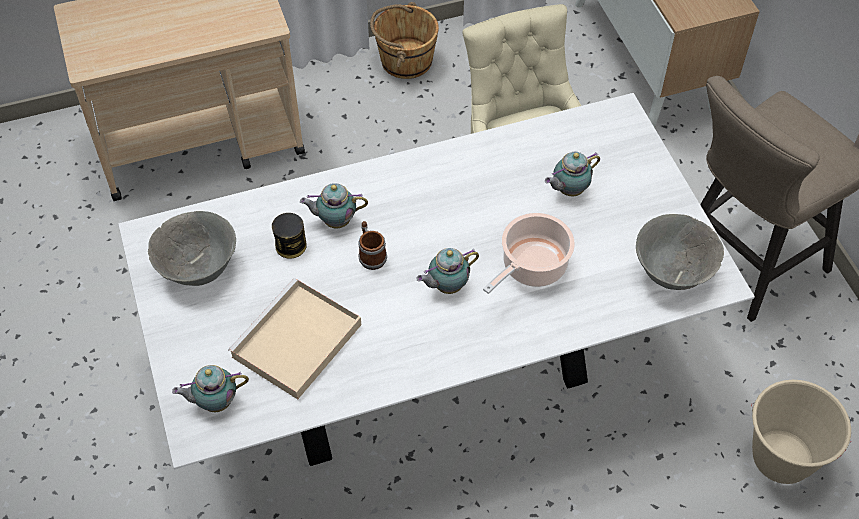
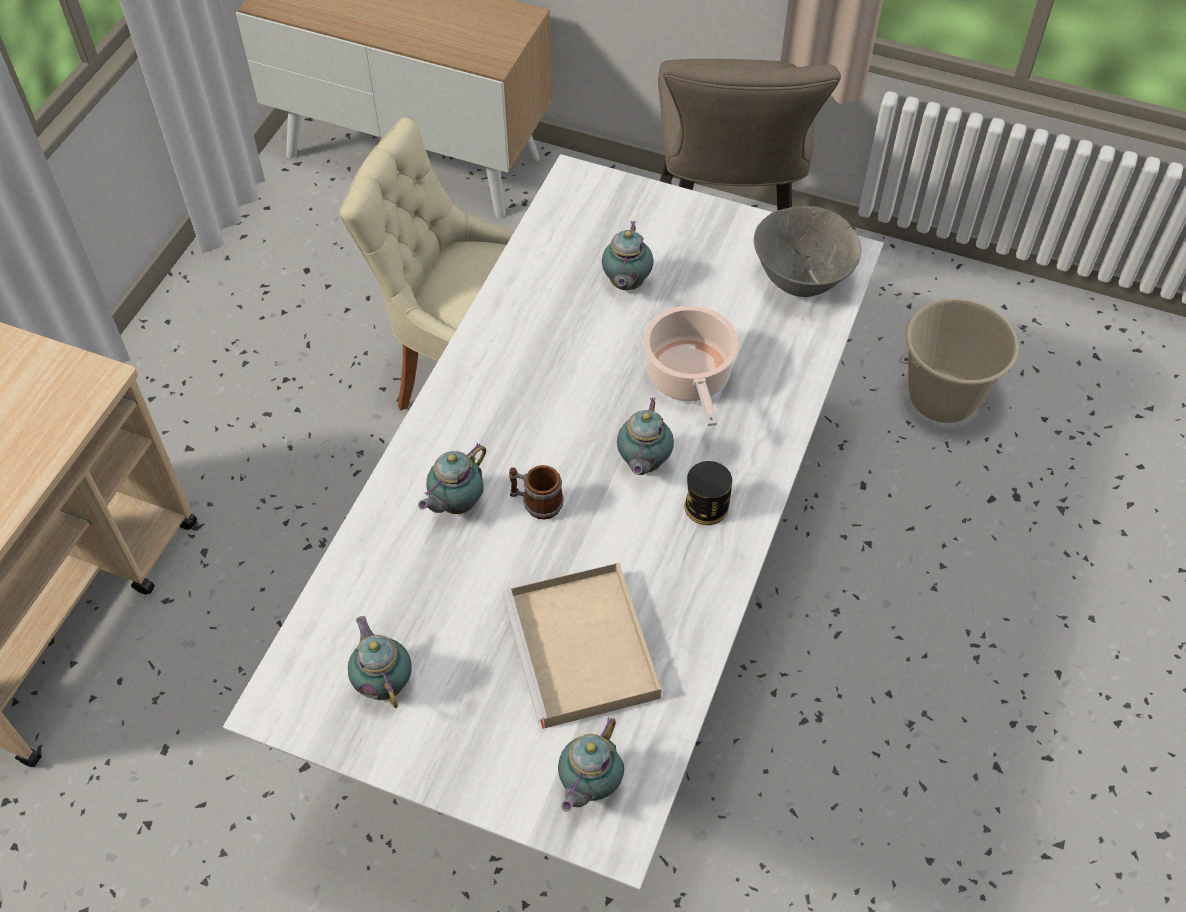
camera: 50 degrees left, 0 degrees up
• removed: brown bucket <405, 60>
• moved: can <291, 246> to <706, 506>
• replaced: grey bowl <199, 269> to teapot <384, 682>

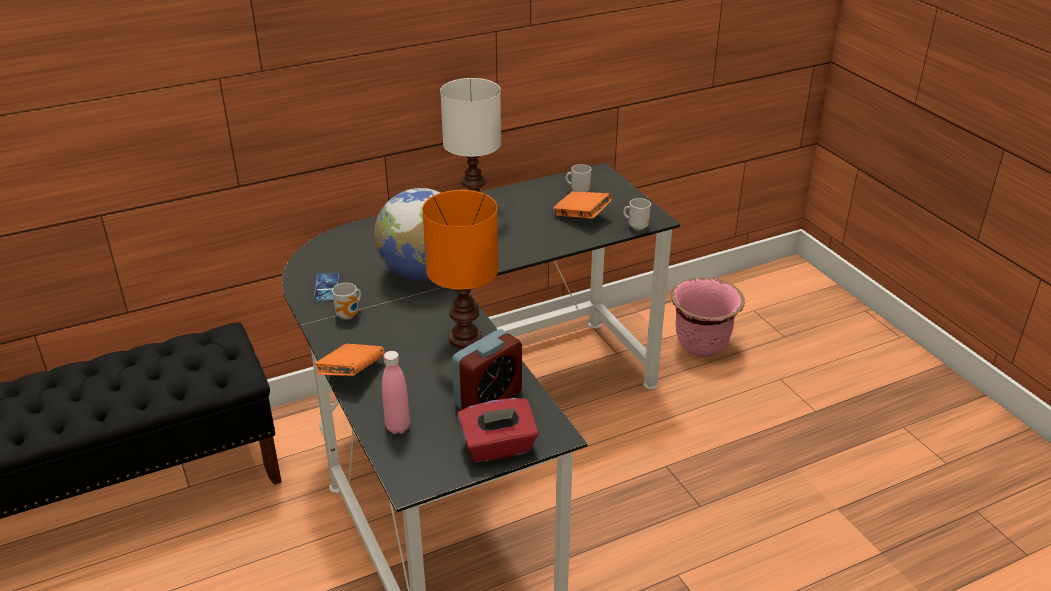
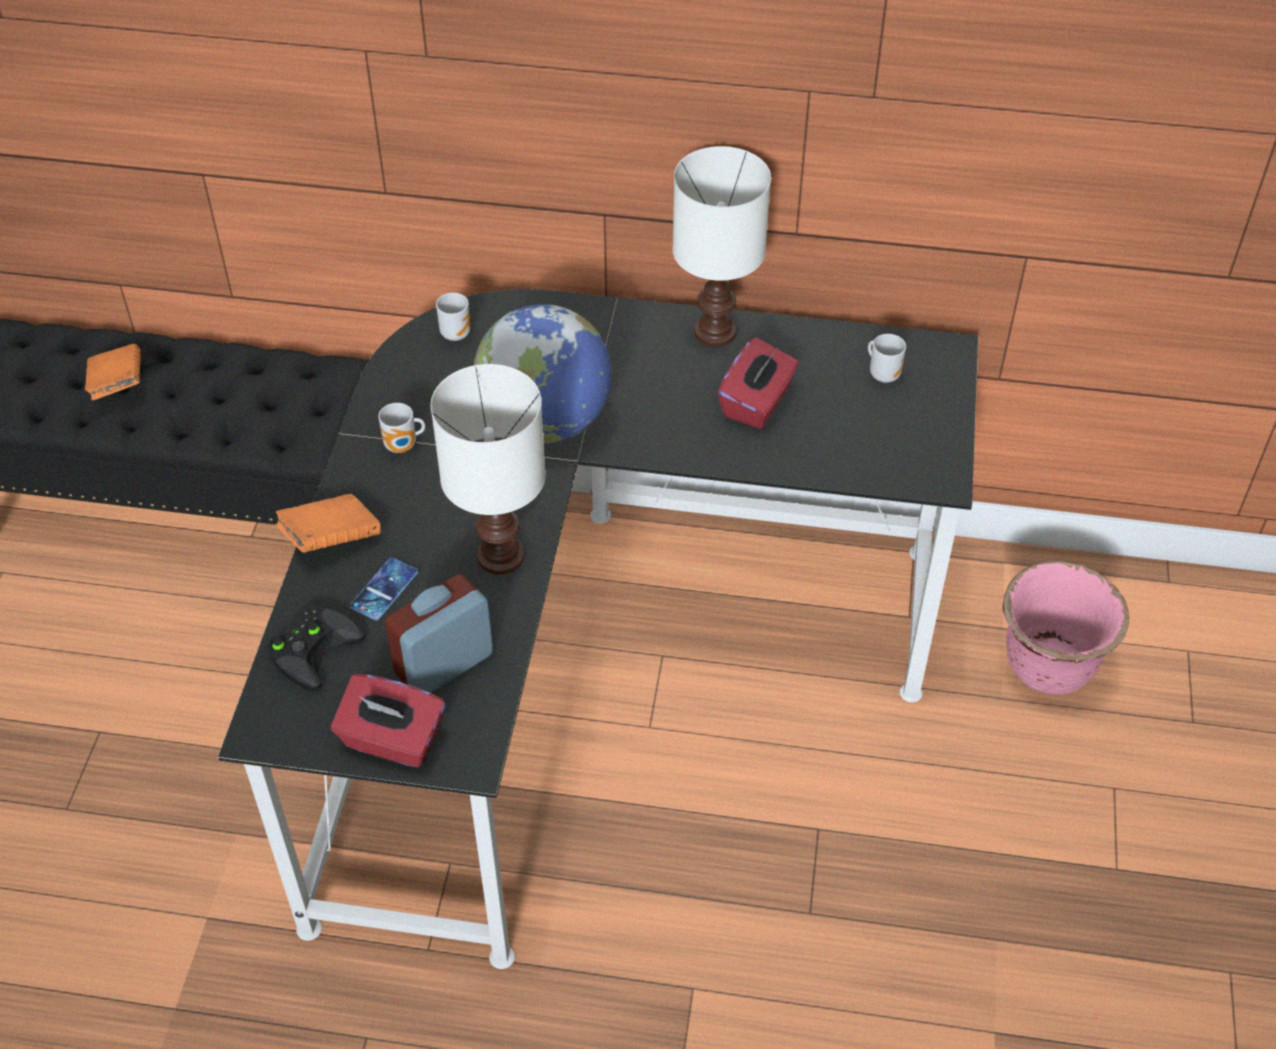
camera: 35 degrees right, 15 degrees up
• added: red tissue box <757, 403>
• moved: phone <326, 287> to <384, 589>
• moved: orange book <582, 216> to <118, 385>
• moved: mug <637, 226> to <455, 333>
• replaced: pink bottle <398, 427> to black game controller <313, 646>
• recoloured: orange table lamp <466, 338> to white table lamp <502, 556>
• turned: alarm clock <488, 399> = <444, 664> 150 degrees clockwise

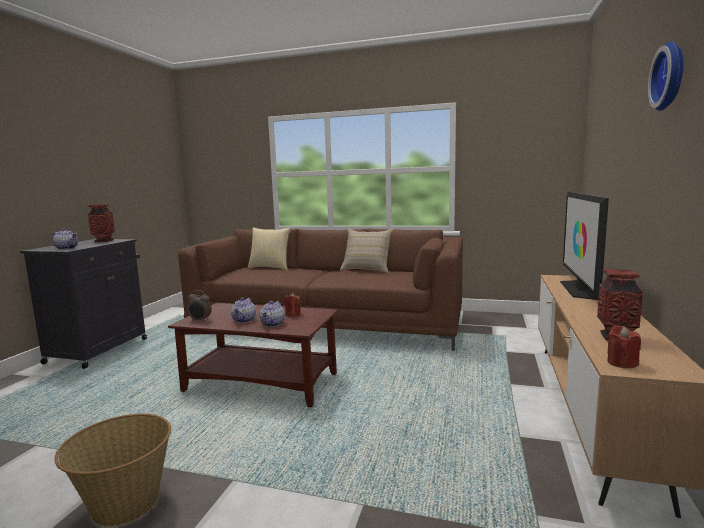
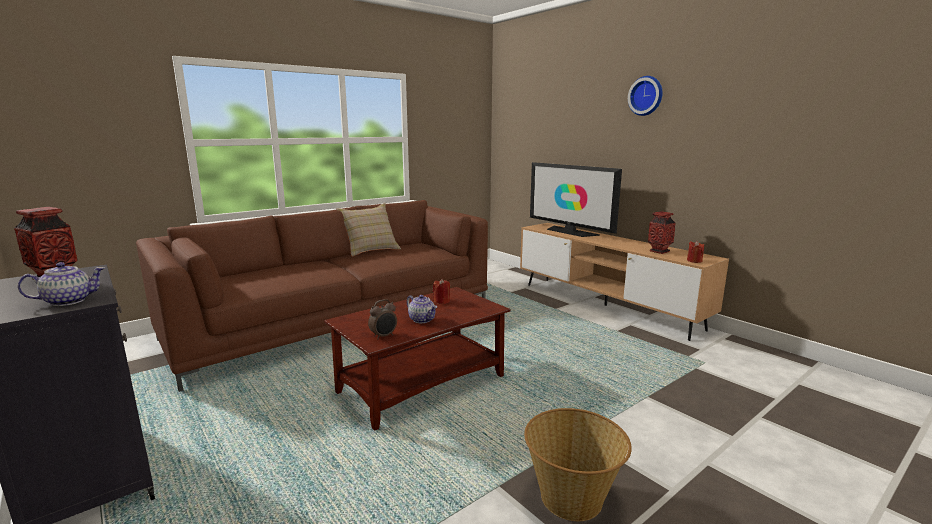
camera: 55 degrees left, 5 degrees up
• removed: pillow <270, 267>
• removed: teapot <273, 324>

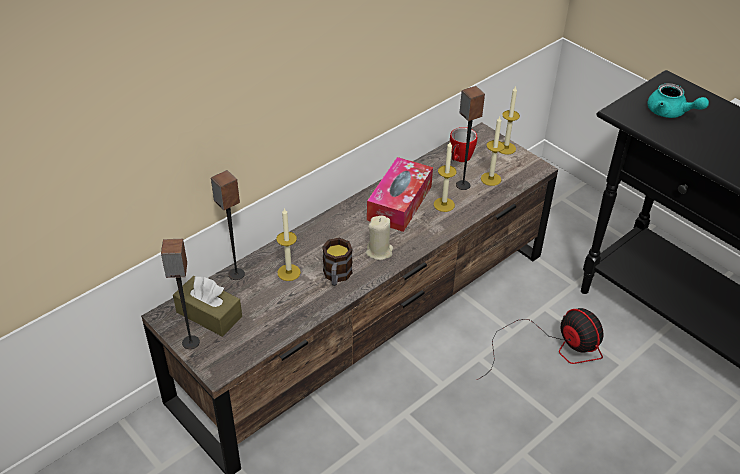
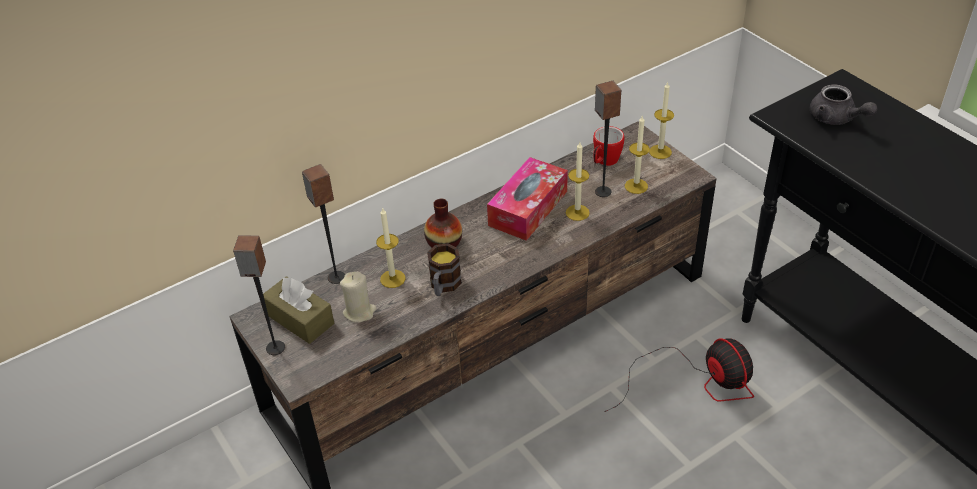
camera: 10 degrees right, 0 degrees up
• added: vase <444, 242>
• moved: beige candle <379, 251> to <359, 312>
• recoloured: turquoise teapot <670, 113> to grey teapot <836, 119>

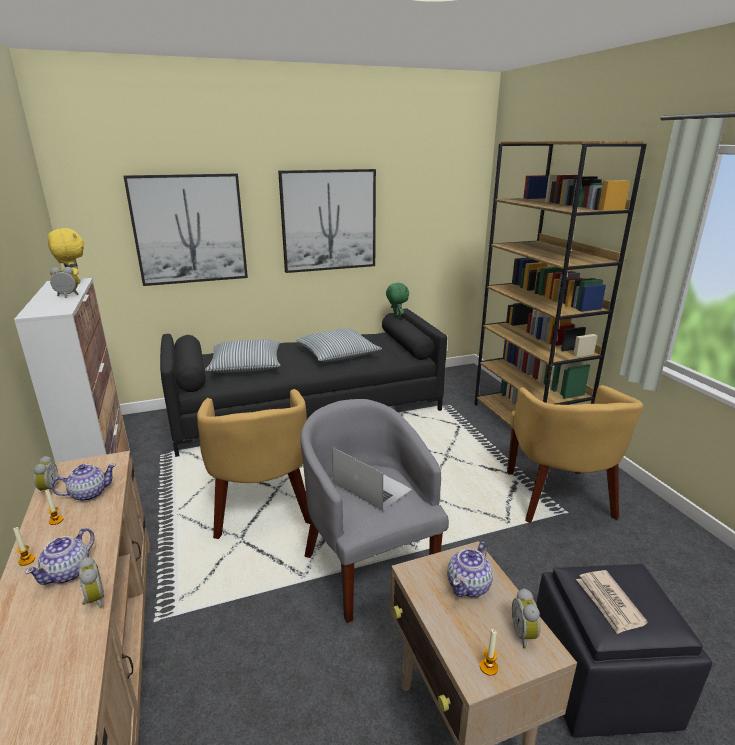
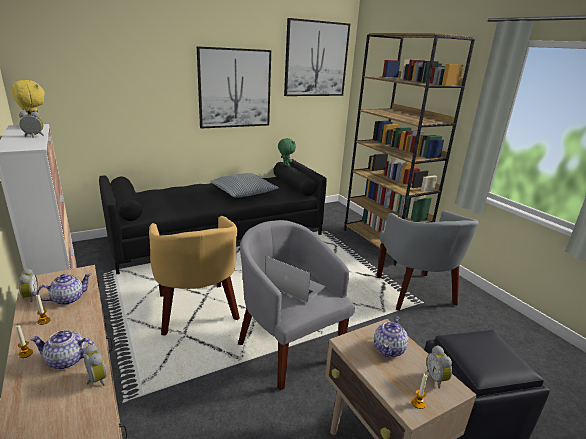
camera: 10 degrees left, 0 degrees up
• removed: pillow <246, 365>
• removed: newspaper <609, 603>
• moved: picture <189, 229> to <316, 59>
• recoloured: yellow armchair <558, 498> to grey armchair <415, 293>
• turned: teapot <68, 572> = <67, 360> 75 degrees clockwise

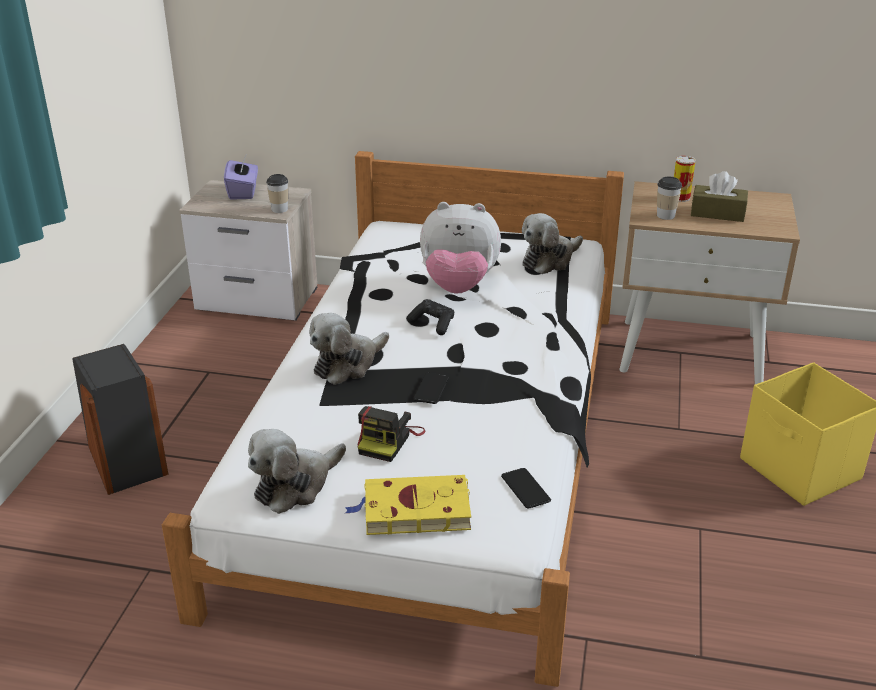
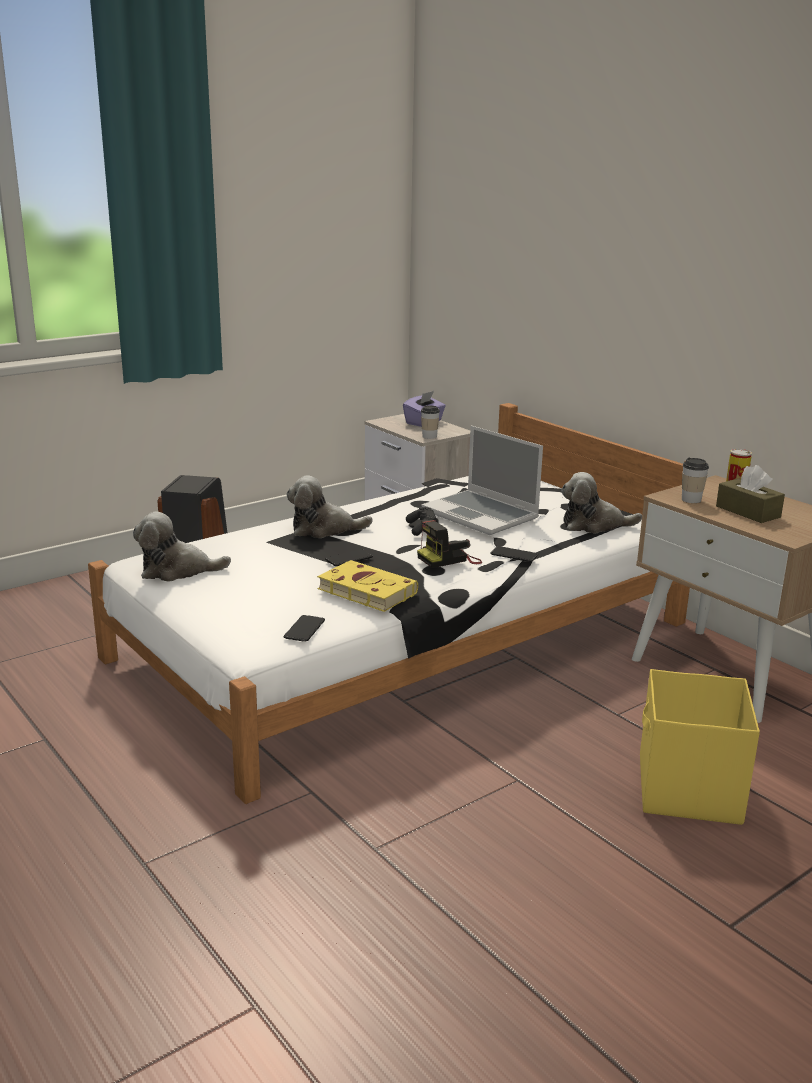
camera: 40 degrees right, 10 degrees down
• added: phone <514, 555>
• moved: yellow book <413, 511> to <364, 591>
• moved: photo camera <389, 440> to <449, 559>
• replaced: plush toy <458, 286> to laptop <482, 515>

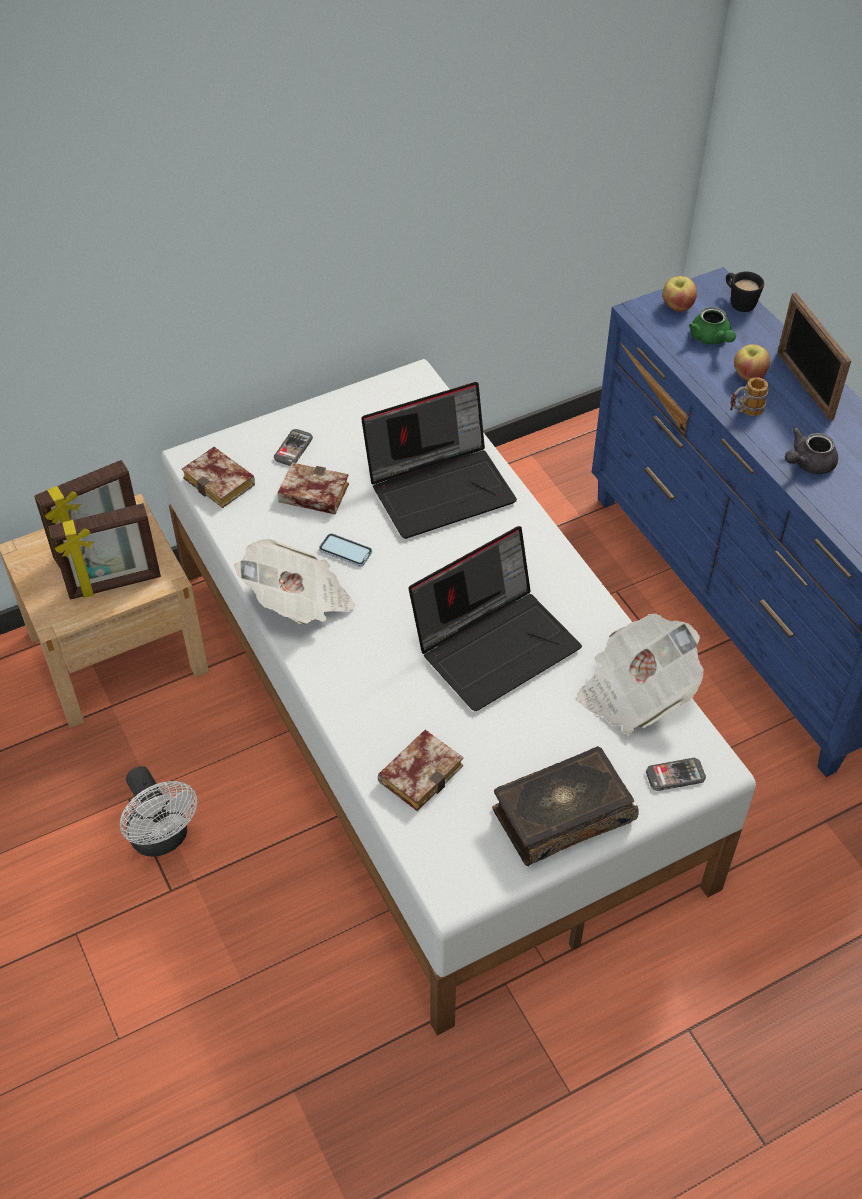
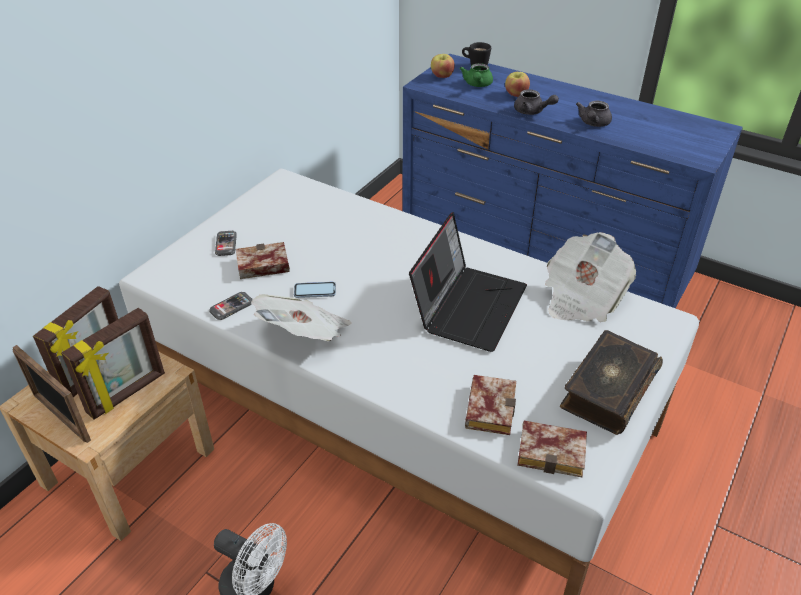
camera: 30 degrees left, 10 degrees down
• removed: laptop <441, 487>
• moved: book <222, 482> to <554, 452>
• moved: phone <675, 775> to <231, 307>
• moved: picture frame <804, 385> to <61, 417>
• replaced: mug <744, 413> to grey teapot <532, 112>
• turned: green teapot <711, 339> = <477, 85> 60 degrees clockwise

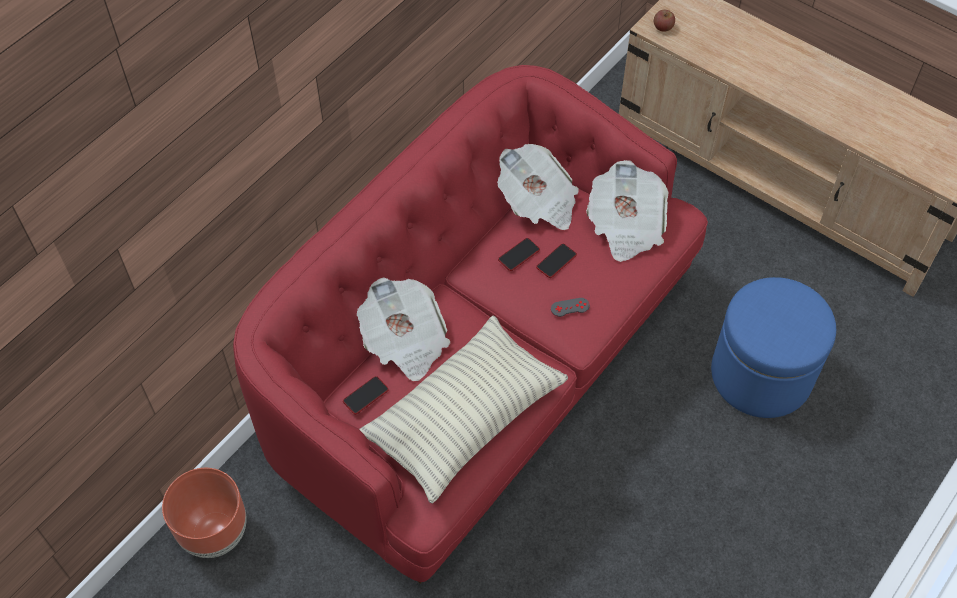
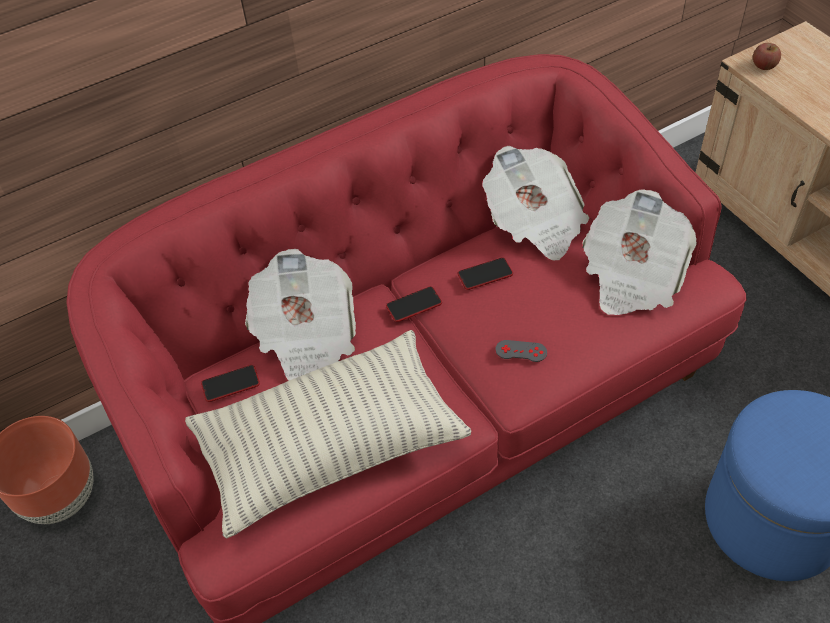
camera: 25 degrees right, 5 degrees down
• moved: phone <556, 261> to <414, 305>

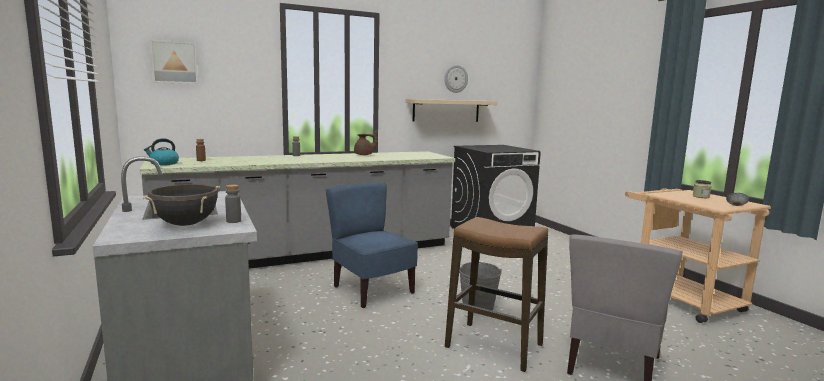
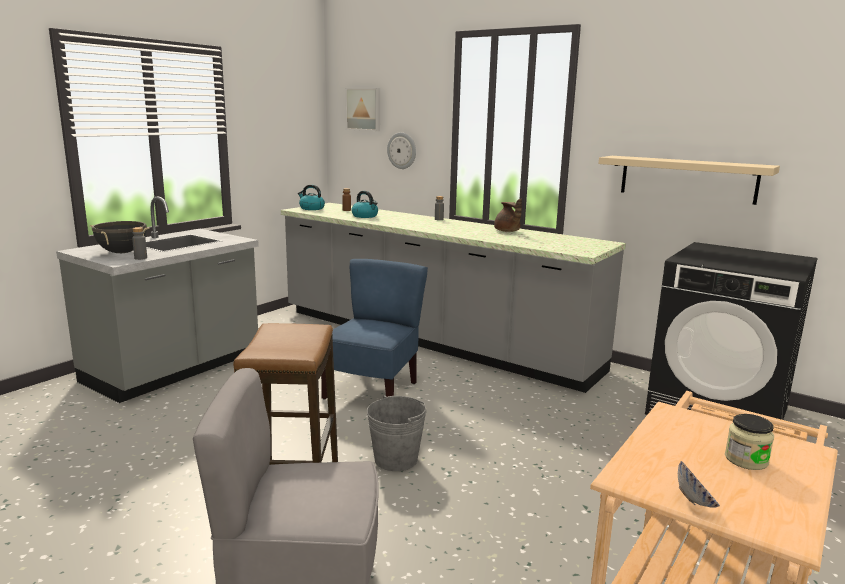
camera: 60 degrees right, 5 degrees up
• added: kettle <365, 216>
• moved: wall clock <455, 79> to <402, 150>

